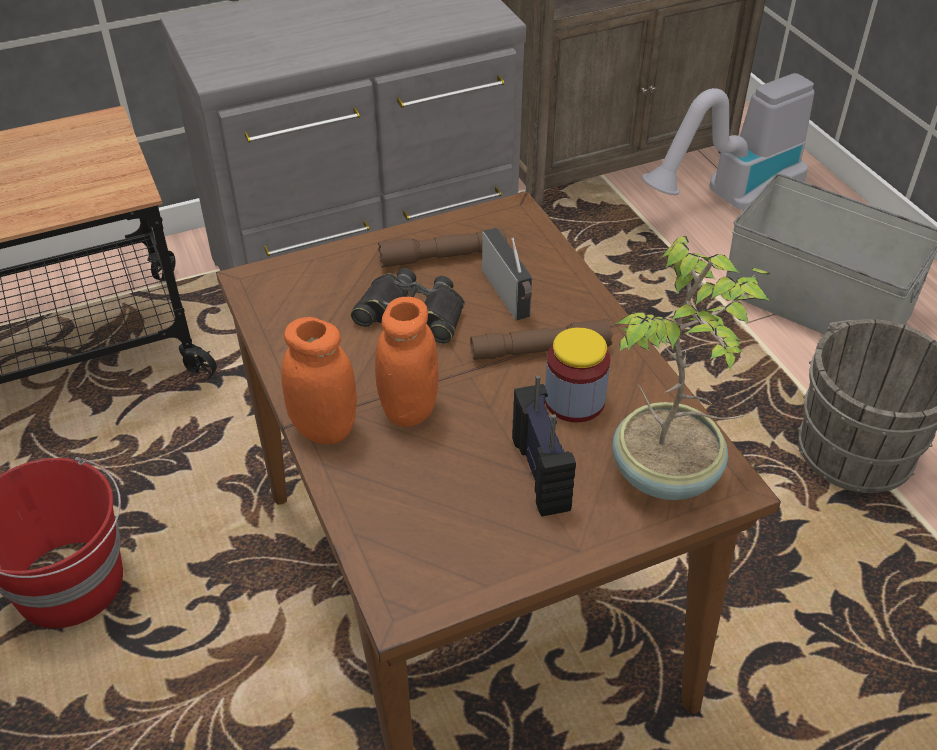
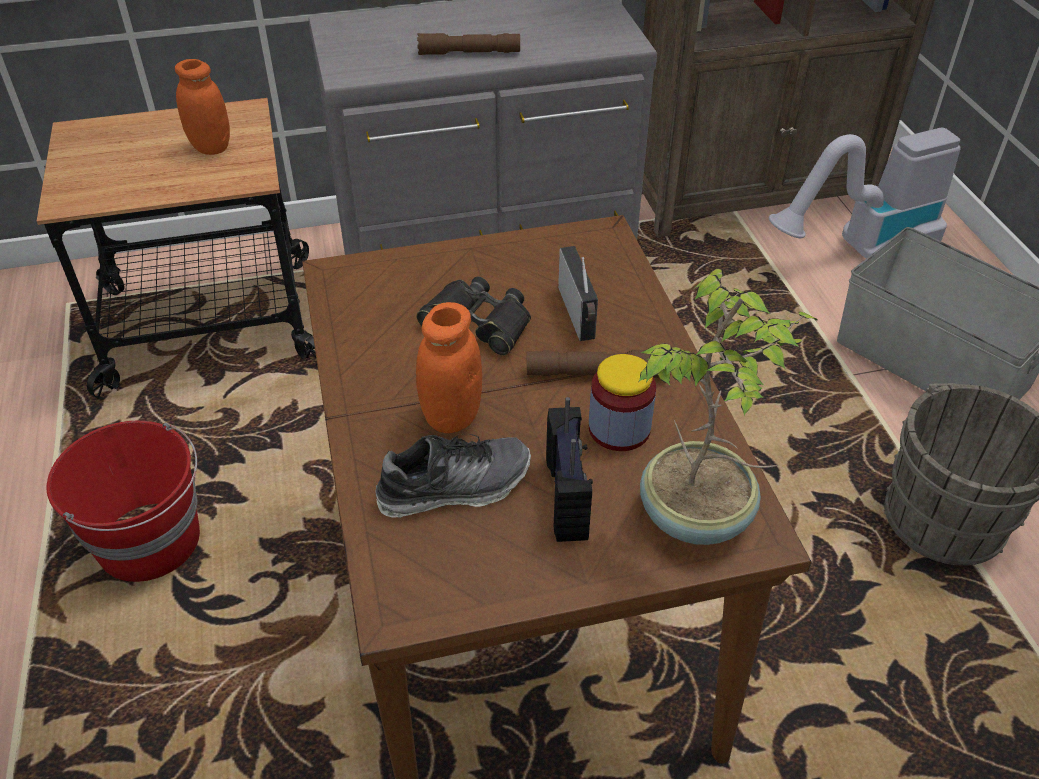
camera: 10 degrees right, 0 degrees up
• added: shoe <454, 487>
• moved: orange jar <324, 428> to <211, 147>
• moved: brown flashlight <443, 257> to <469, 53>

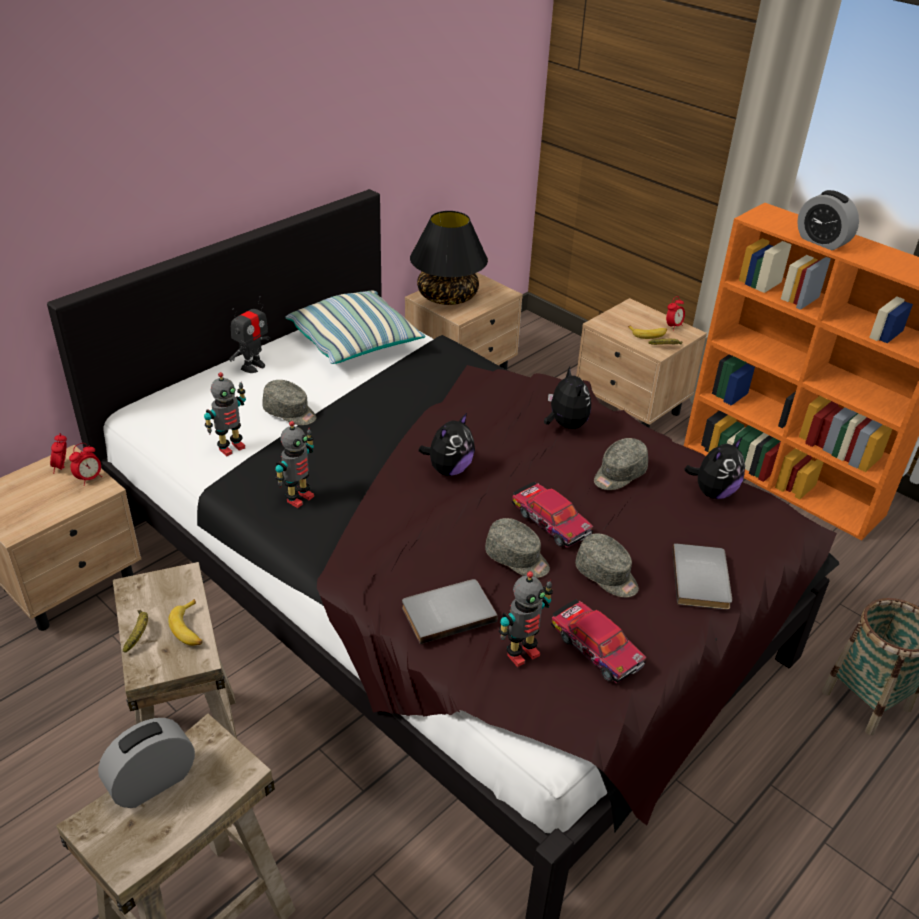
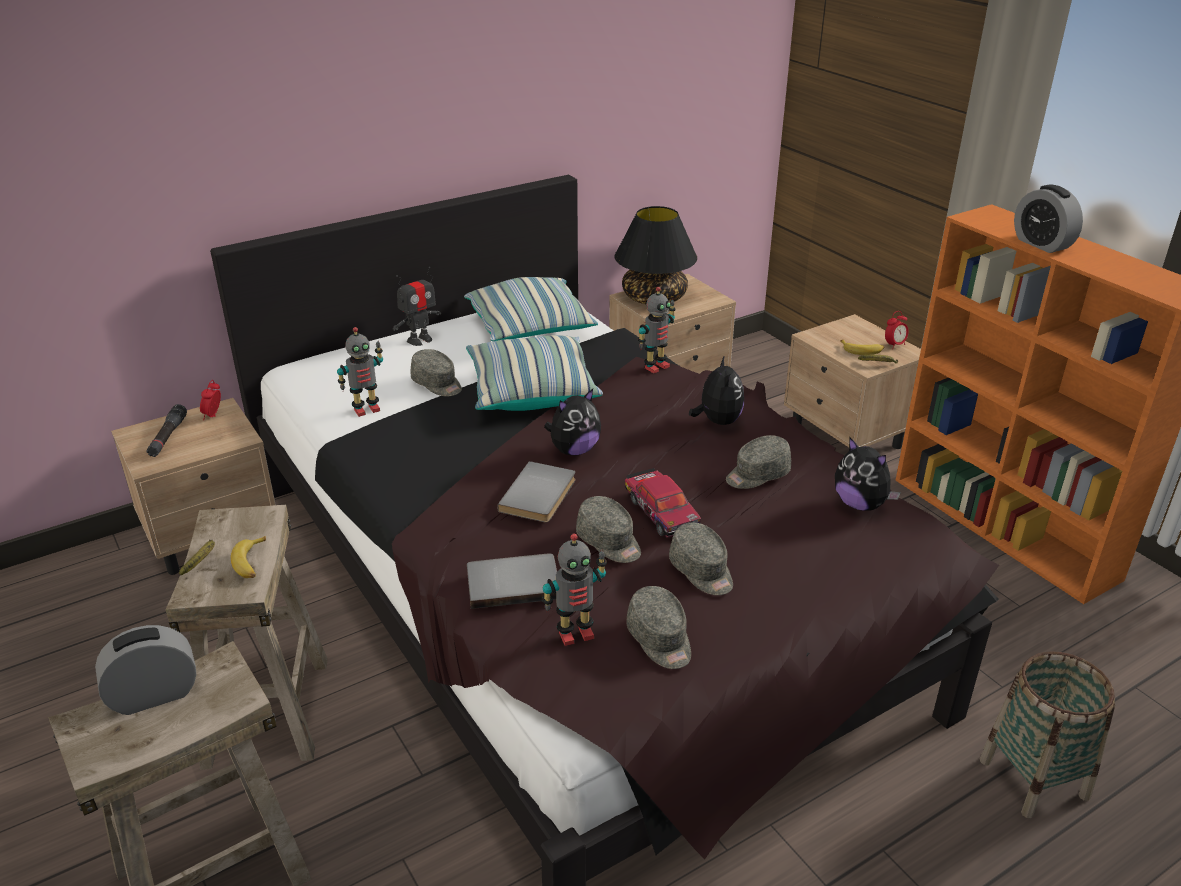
camera: 15 degrees right, 5 degrees down
• removed: alarm clock <89, 479>
• added: black flashlight <168, 437>
• added: pillow <531, 391>
• moved: toy robot <298, 498> to <655, 366>
• moved: grey book <703, 579> to <541, 495>
• replaced: toy car <596, 648> to grey cap <660, 640>
• turned: plush toy <713, 492> = <860, 504> 75 degrees clockwise

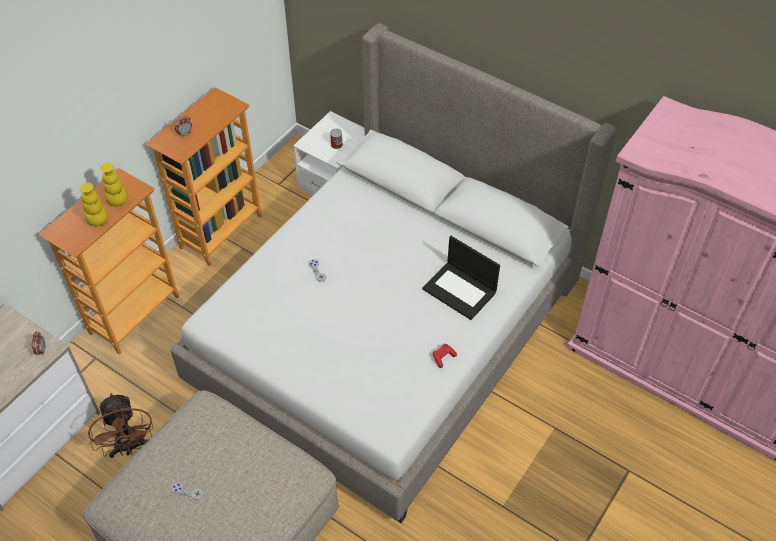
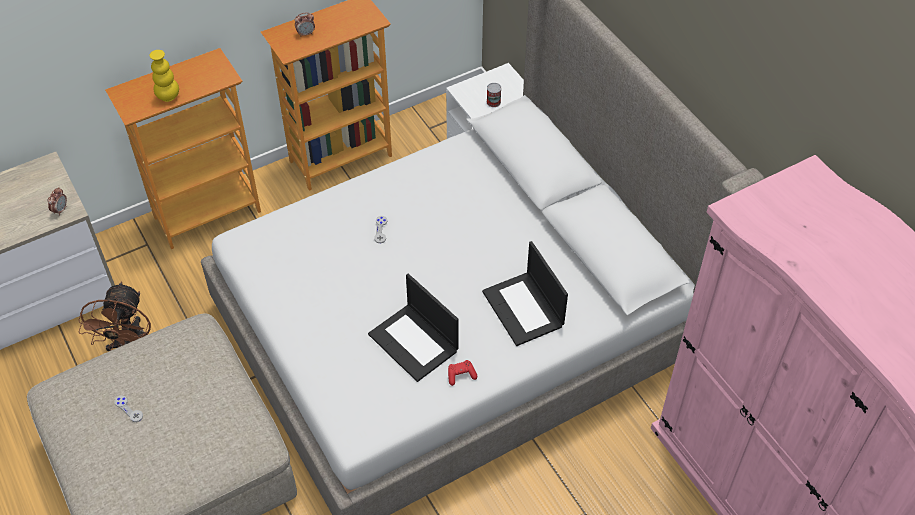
camera: 25 degrees right, 0 degrees up
• removed: yellow vase <118, 202>
• added: laptop <414, 342>

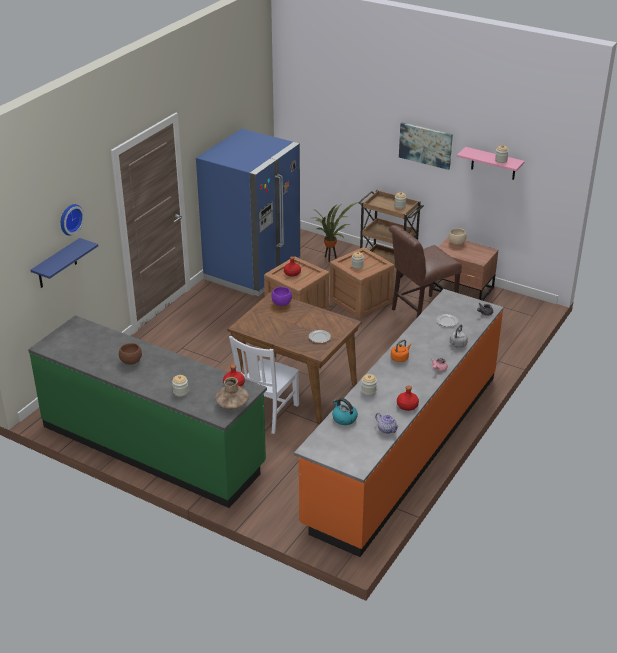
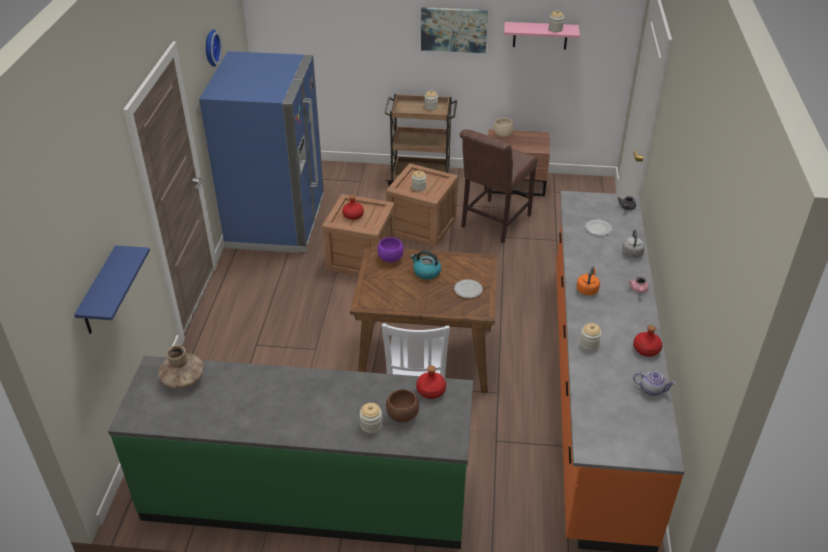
camera: 25 degrees left, 5 degrees up
• removed: potted plant <330, 259>
• moved: wall clock <69, 219> to <210, 48>
• moved: brown bowl <131, 361> to <402, 415>
• moved: brown vase <232, 404> to <183, 379>
• moved: kettle <344, 418> to <426, 272>

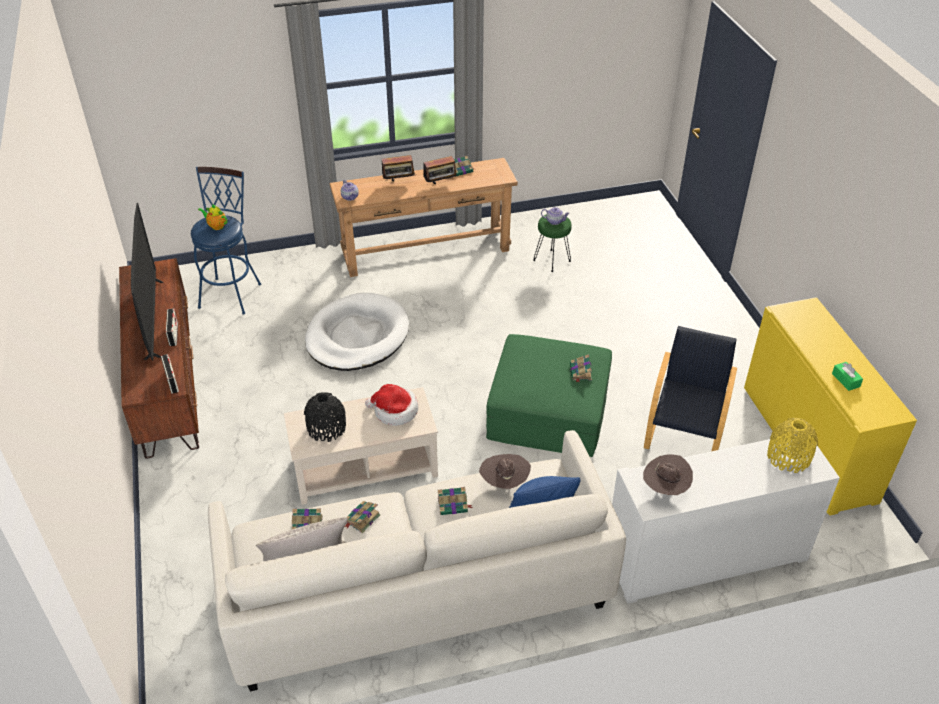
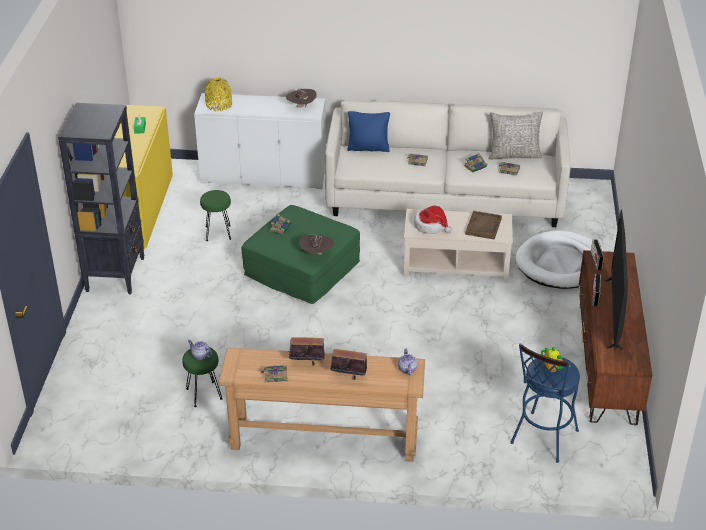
camera: 160 degrees left, 5 degrees down
• added: black bookcase <115, 274>
• moved: white dog bed <357, 336> to <560, 264>
• moved: brown hat <504, 482> to <316, 254>
• replaced: black vase <326, 428> to brown tray <483, 226>
• replaced: black armchair <684, 435> to green stool <217, 233>

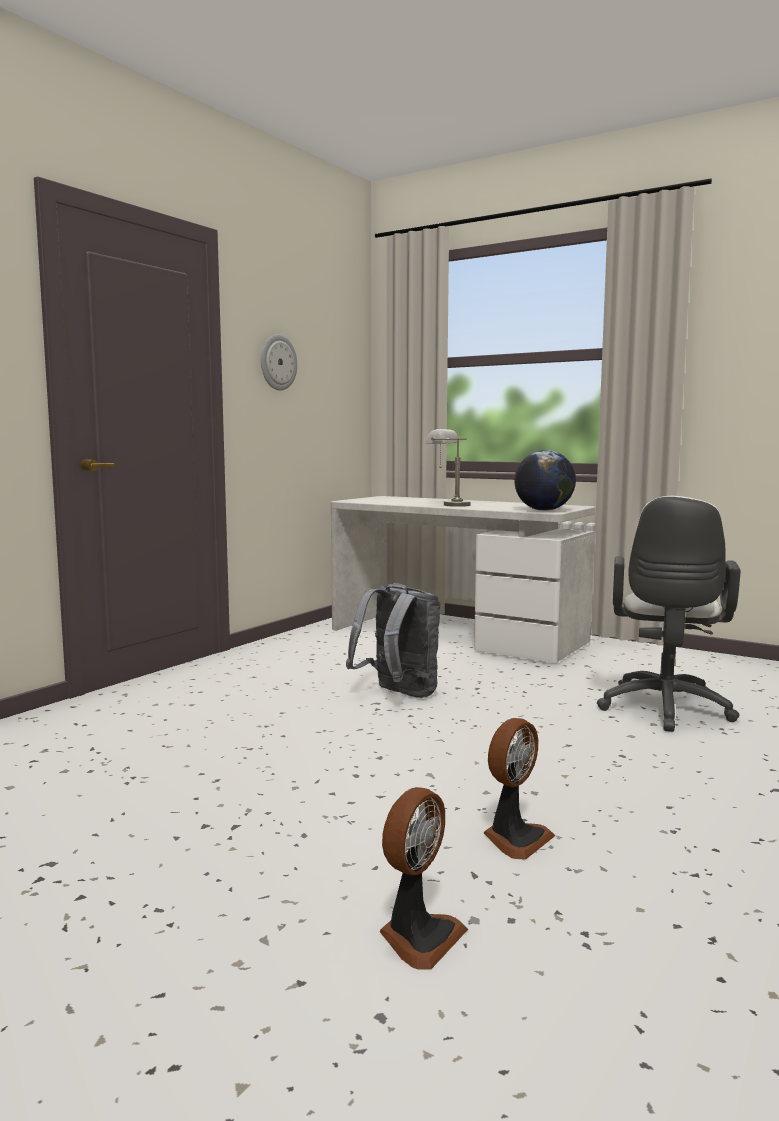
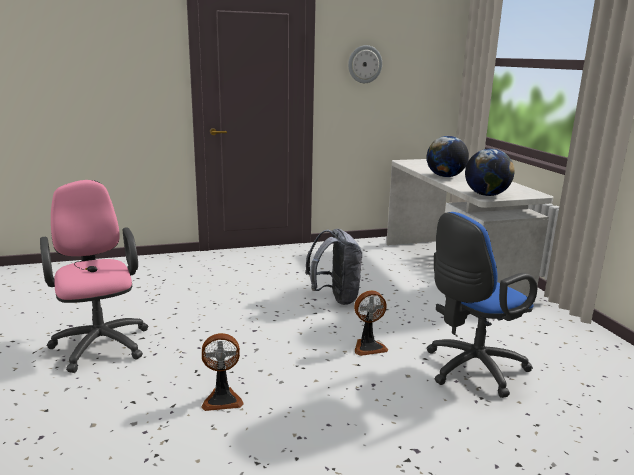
camera: 40 degrees right, 10 degrees up
• added: pink office chair <101, 342>
• moved: fan <418, 936> to <368, 347>
• replaced: grey table lamp <447, 505> to globe <445, 176>
• recoloured: white office chair <665, 711> to blue office chair <470, 370>

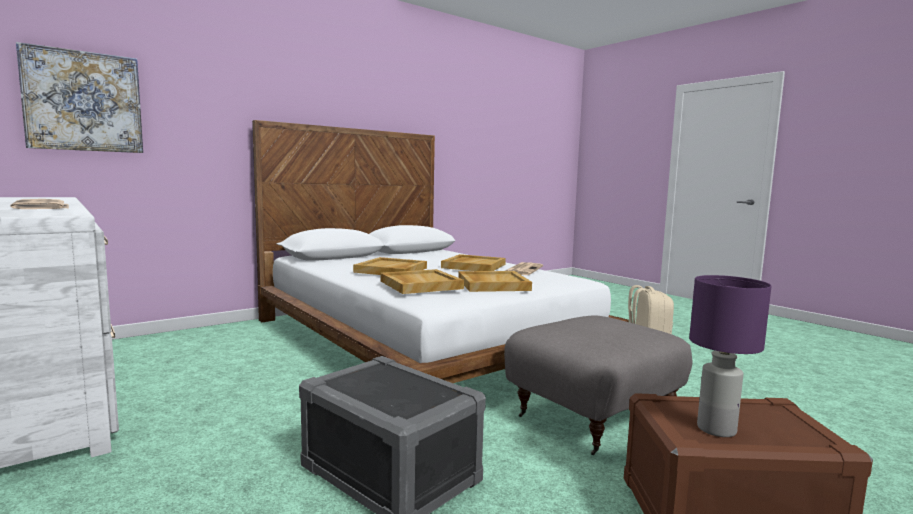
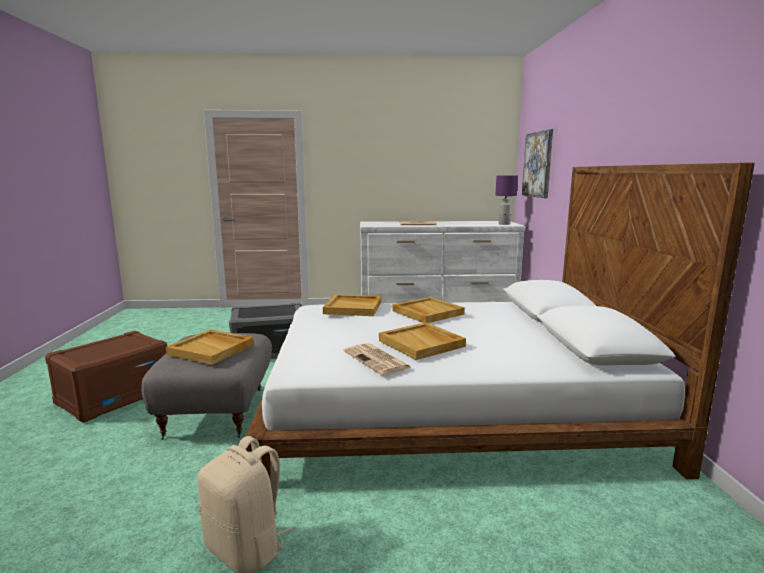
camera: 125 degrees right, 5 degrees up
• moved: beige tray <492, 284> to <212, 349>
• moved: purple table lamp <715, 429> to <504, 224>

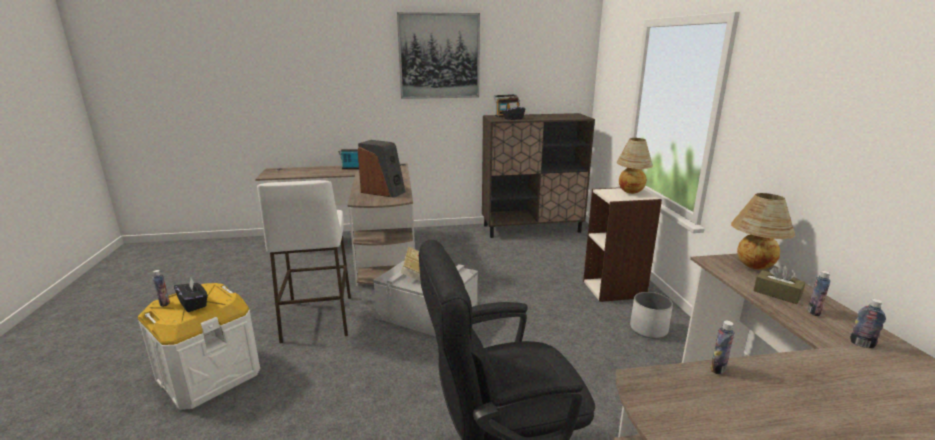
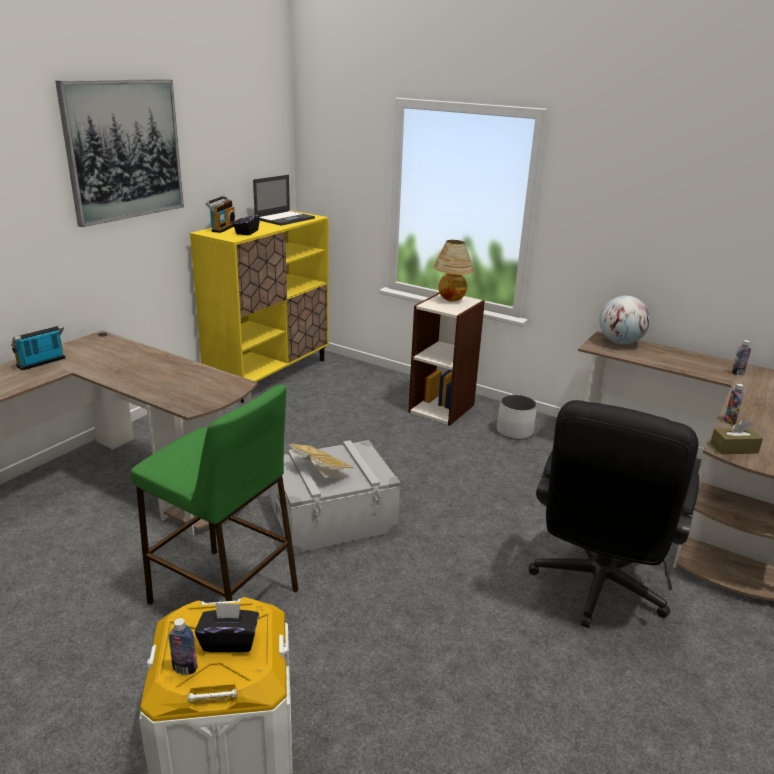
camera: 50 degrees left, 5 degrees up
• removed: speaker <383, 192>
• removed: bottle <813, 312>
• added: laptop <285, 218>
• moved: brown tissue box <777, 294> to <734, 448>
• replaced: table lamp <752, 267> to globe <620, 342>
• recoloured: white stool <317, 318> to green stool <225, 597>
• recoloured: brown cabinet <532, 228> to yellow cabinet <269, 374>

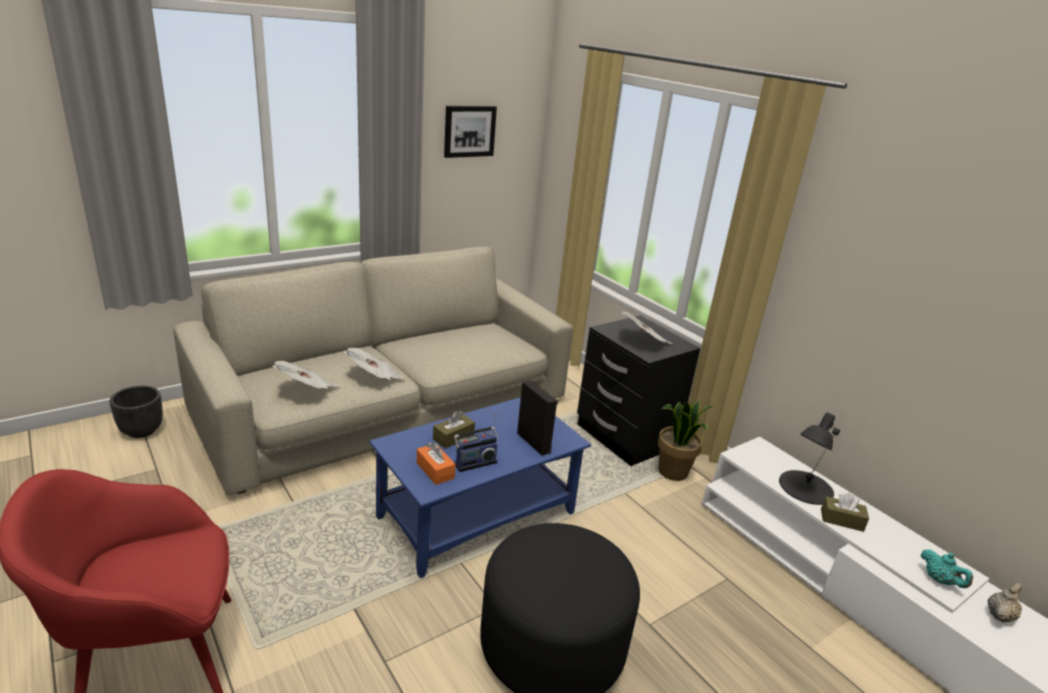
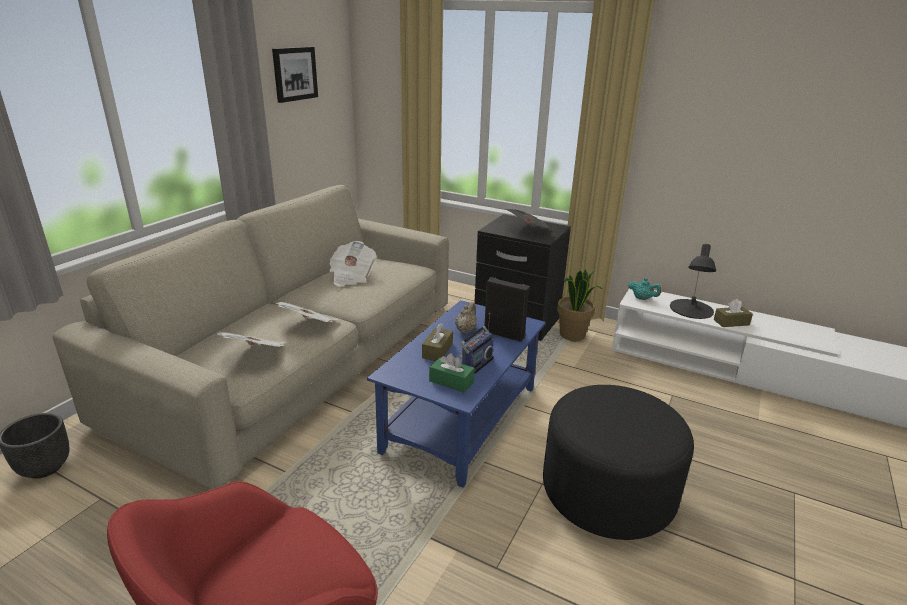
camera: 25 degrees left, 0 degrees up
• added: newspaper <351, 276>
• moved: turquoise teapot <939, 580> to <642, 299>
• moved: beige teapot <999, 615> to <465, 330>
• recoloured: orange tissue box <435, 470> to green tissue box <451, 382>

